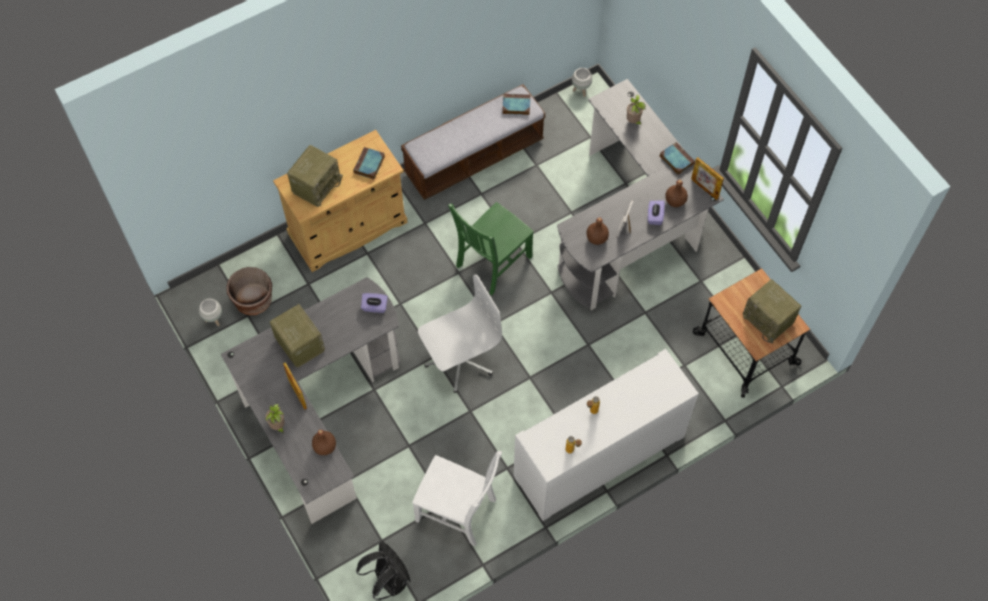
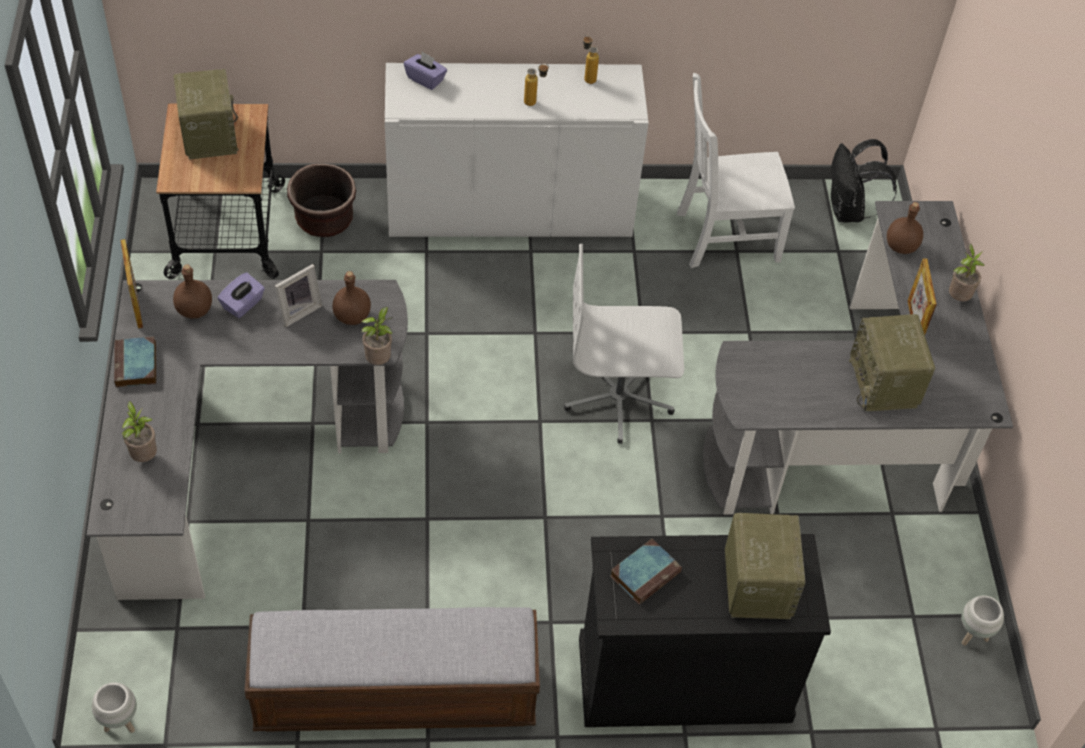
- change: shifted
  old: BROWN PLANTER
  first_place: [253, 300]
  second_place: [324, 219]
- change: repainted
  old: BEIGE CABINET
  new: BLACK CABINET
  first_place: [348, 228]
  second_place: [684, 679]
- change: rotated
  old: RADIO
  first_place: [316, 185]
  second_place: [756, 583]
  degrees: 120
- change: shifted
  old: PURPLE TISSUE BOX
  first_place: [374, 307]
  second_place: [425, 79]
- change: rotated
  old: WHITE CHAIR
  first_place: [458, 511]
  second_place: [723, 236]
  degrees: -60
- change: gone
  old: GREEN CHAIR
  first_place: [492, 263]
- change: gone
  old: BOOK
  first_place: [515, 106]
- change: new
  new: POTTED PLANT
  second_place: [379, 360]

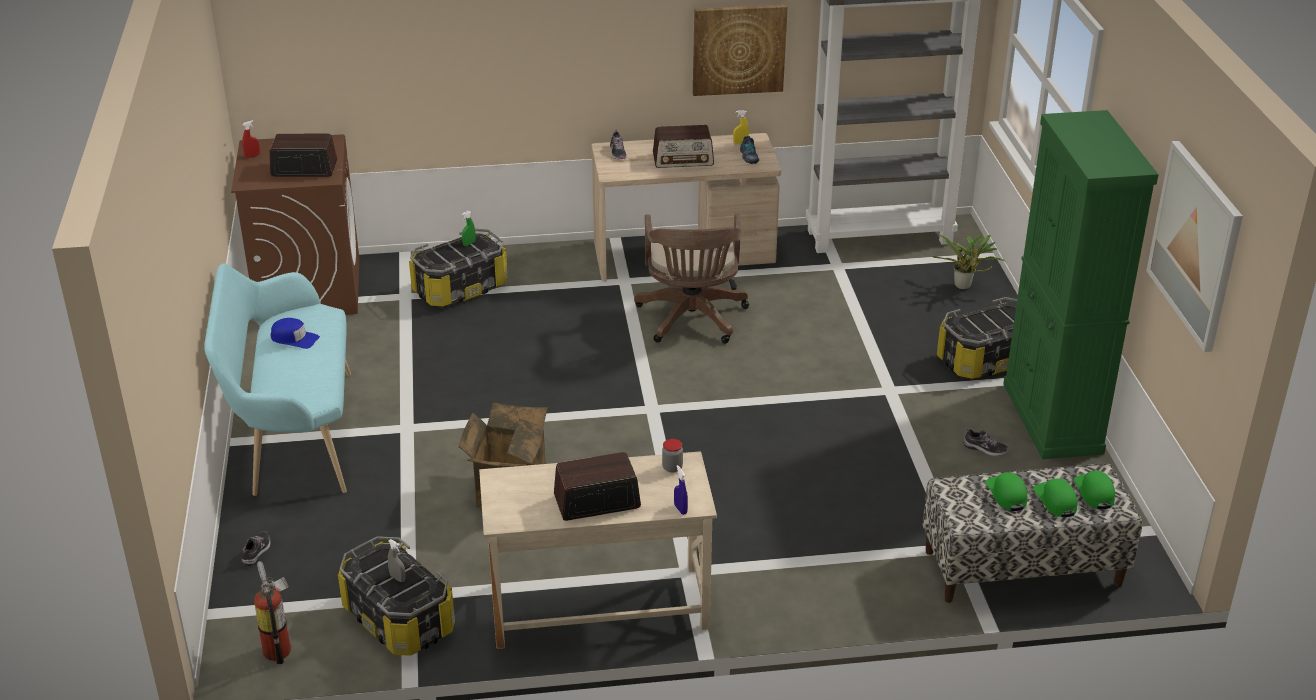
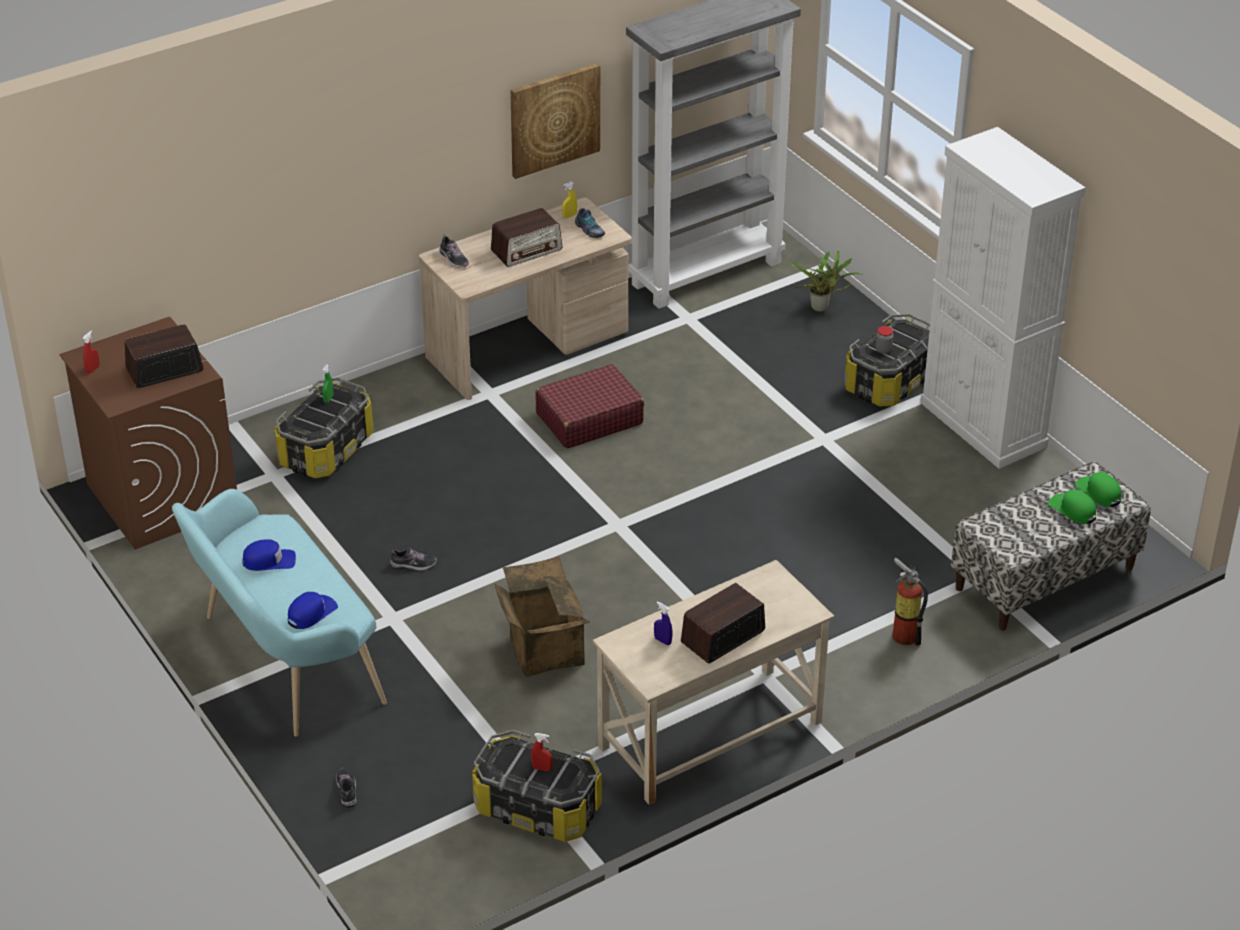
- change: shifted
  old: FIRE EXTINGUISHER
  first_place: [279, 648]
  second_place: [904, 633]
- change: repainted
  old: GREY SPRAY BOTTLE
  new: RED SPRAY BOTTLE
  first_place: [397, 578]
  second_place: [542, 768]
- change: swapped
  old: BROWN OFFICE CHAIR
  new: RED SUITCASE
  first_place: [692, 320]
  second_place: [589, 418]
- change: shifted
  old: JAR
  first_place: [672, 467]
  second_place: [883, 350]
- change: shifted
  old: BLUE SPRAY BOTTLE
  first_place: [680, 509]
  second_place: [662, 641]
- change: shifted
  old: SHOE
  first_place: [985, 449]
  second_place: [413, 565]
- change: gone
  old: GREEN CAP
  first_place: [1006, 494]
- change: repainted
  old: GREEN CABINET
  new: WHITE CABINET
  first_place: [1052, 418]
  second_place: [983, 425]
- change: gone
  old: PICTURE
  first_place: [1195, 244]
- change: new
  new: BLUE CAP
  second_place: [311, 613]

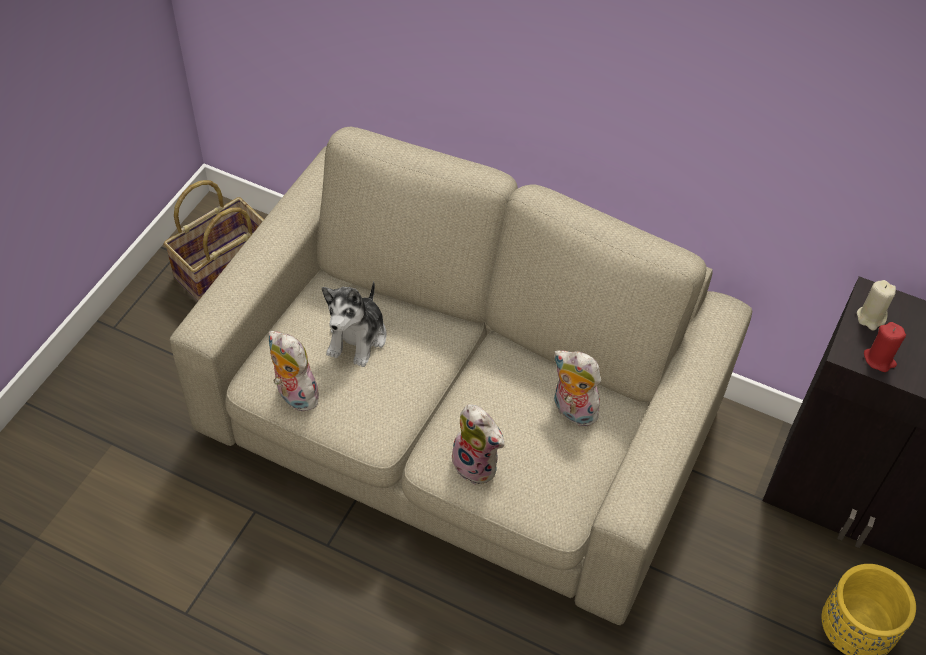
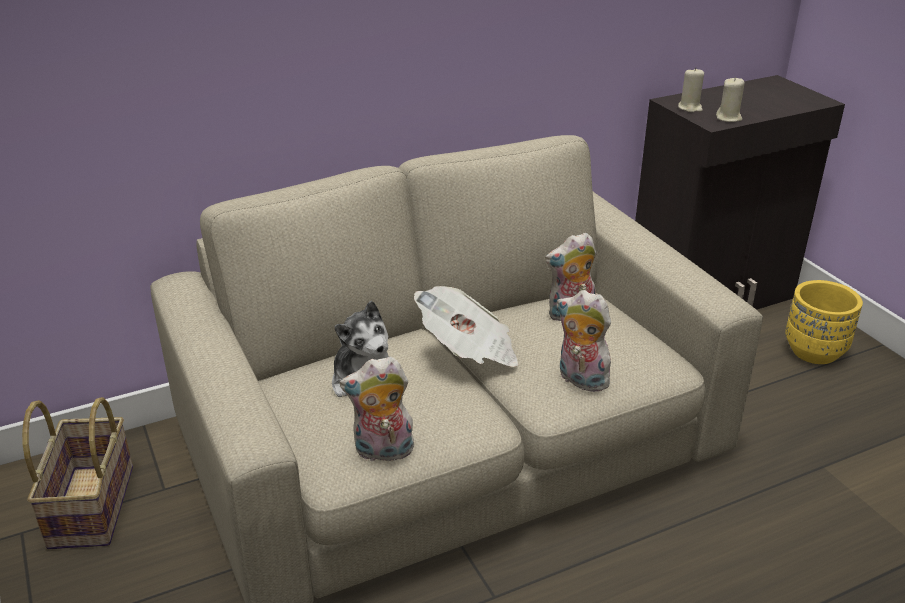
- change: rotated
  old: PLUSH TOY
  first_place: [478, 464]
  second_place: [580, 380]
  degrees: -135
- change: repainted
  old: RED CANDLE
  new: BEIGE CANDLE
  first_place: [879, 359]
  second_place: [728, 118]
- change: new
  new: NEWSPAPER
  second_place: [468, 350]

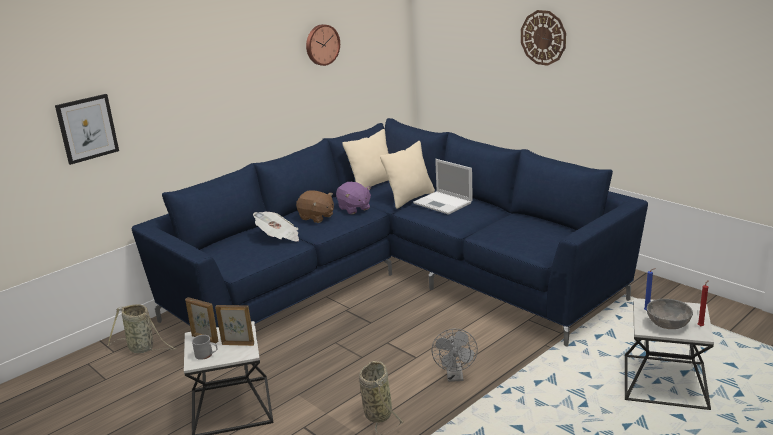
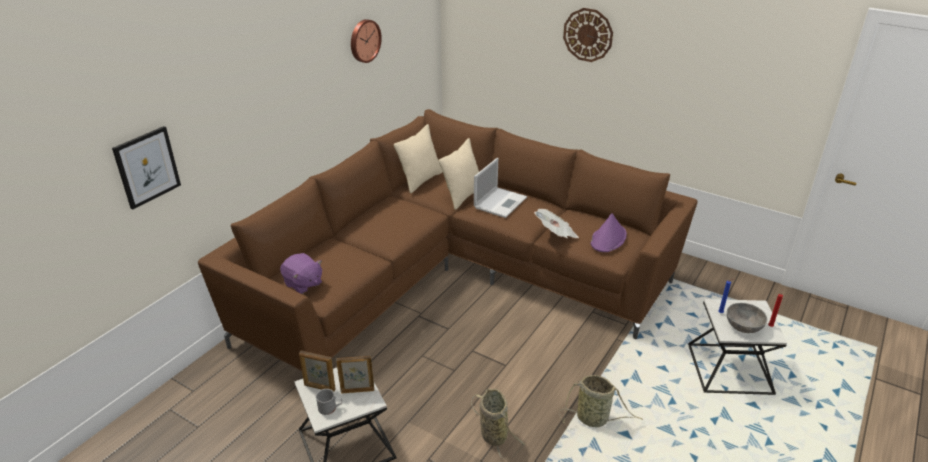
- change: shifted
  old: BASKET
  first_place: [143, 348]
  second_place: [594, 419]
- change: repainted
  old: BLUE SOFA
  new: BROWN SOFA
  first_place: [392, 280]
  second_place: [451, 276]
- change: shifted
  old: NEWSPAPER
  first_place: [279, 237]
  second_place: [556, 234]
- change: gone
  old: BROWN PLUSH TOY
  first_place: [316, 217]
- change: shifted
  old: PURPLE PLUSH TOY
  first_place: [354, 208]
  second_place: [303, 284]
- change: rotated
  old: LAPTOP
  first_place: [443, 203]
  second_place: [500, 202]
  degrees: -90
- change: gone
  old: GREY FAN
  first_place: [455, 376]
- change: new
  new: PURPLE HAT
  second_place: [608, 239]

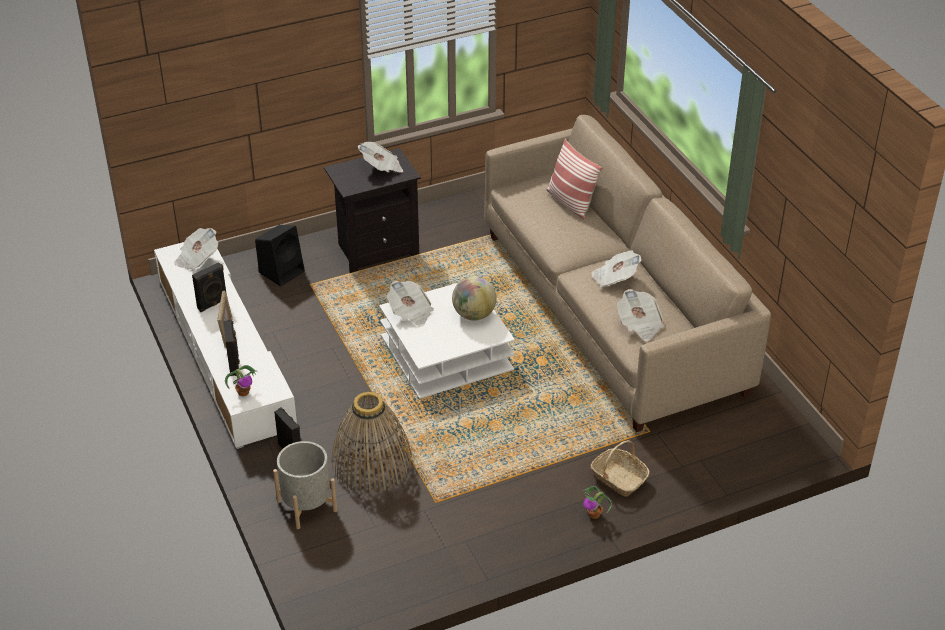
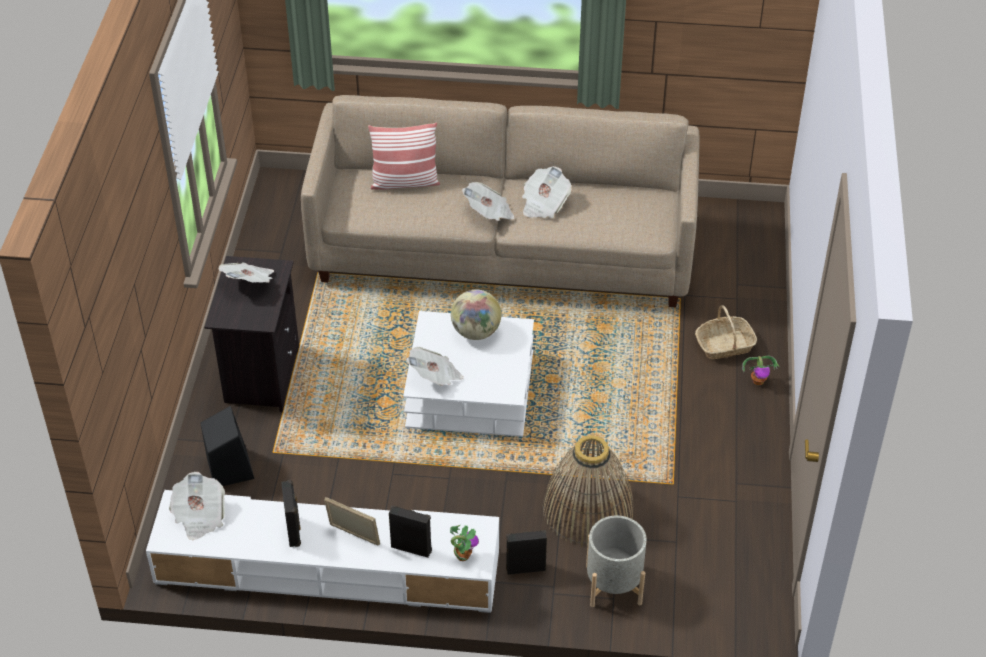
- change: shifted
  old: NEWSPAPER
  first_place: [639, 325]
  second_place: [489, 213]

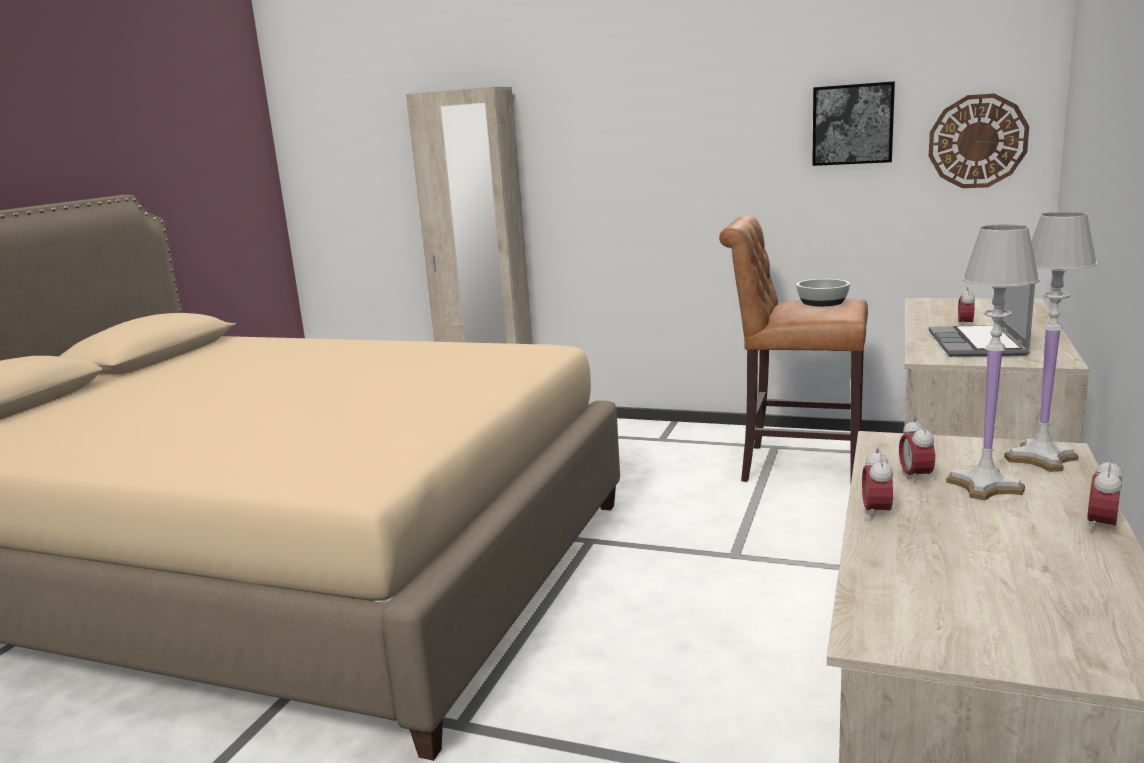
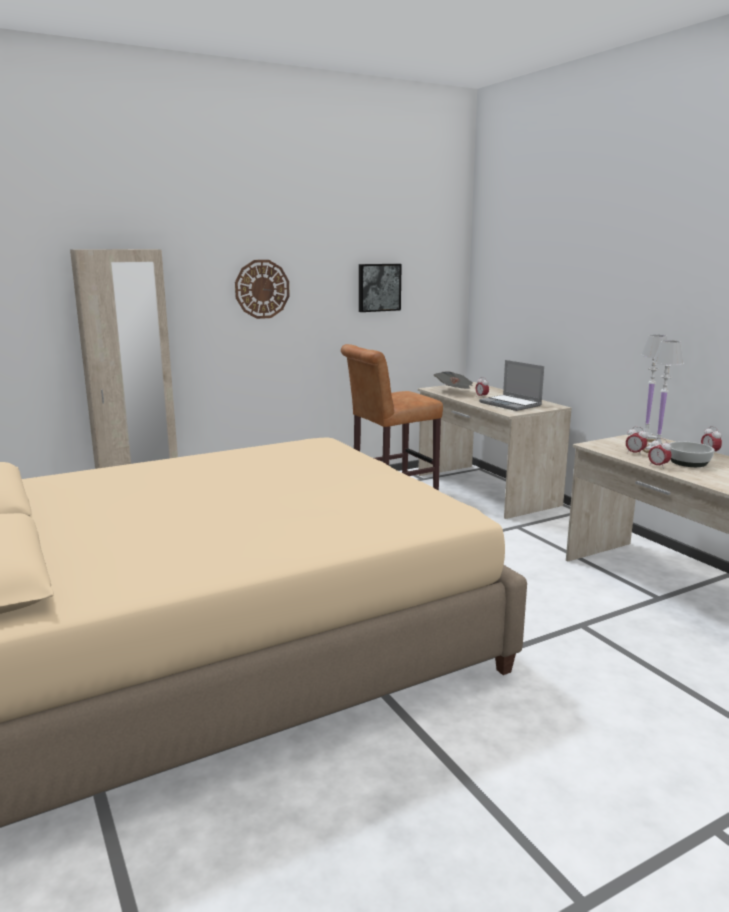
- change: shifted
  old: BOWL
  first_place: [822, 302]
  second_place: [688, 462]
- change: shifted
  old: WALL CLOCK
  first_place: [977, 141]
  second_place: [262, 289]
- change: new
  new: NEWSPAPER
  second_place: [454, 391]

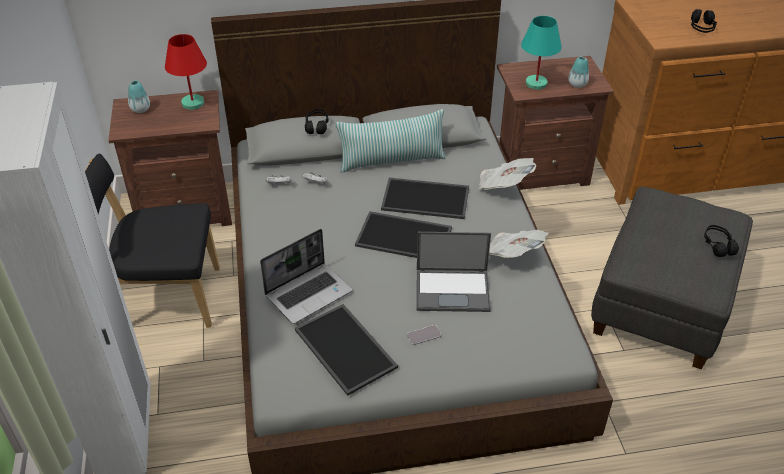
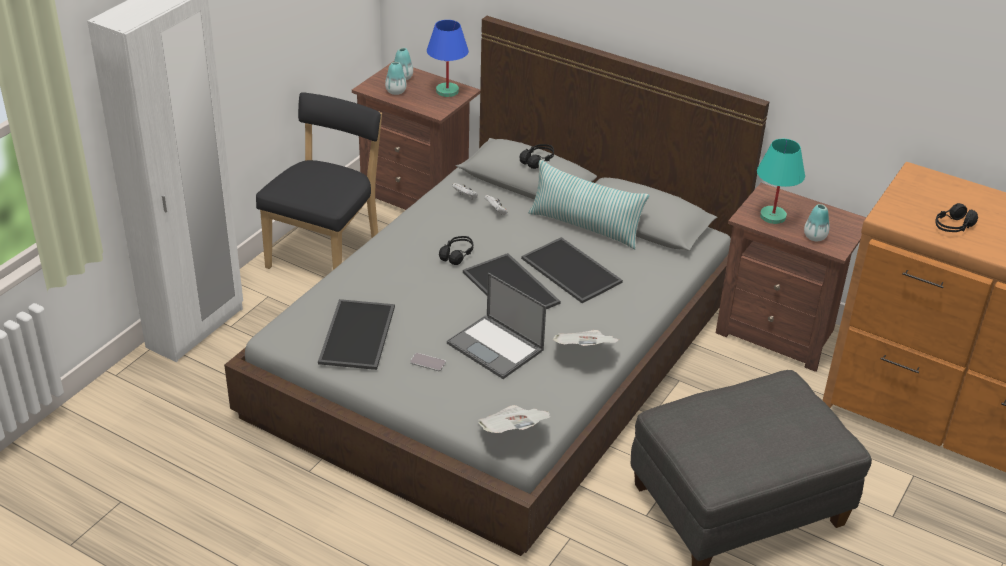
- change: rotated
  old: BLACK CHAIR
  first_place: [166, 298]
  second_place: [327, 253]
  degrees: 75
- change: repainted
  old: RED TABLE LAMP
  new: BLUE TABLE LAMP
  first_place: [193, 103]
  second_place: [448, 91]
- change: gone
  old: LAPTOP
  first_place: [309, 293]
- change: shifted
  old: NEWSPAPER
  first_place: [503, 185]
  second_place: [512, 432]
- change: shifted
  old: BLACK HEADPHONES
  first_place: [718, 245]
  second_place: [457, 255]
- change: new
  new: VASE
  second_place: [396, 91]

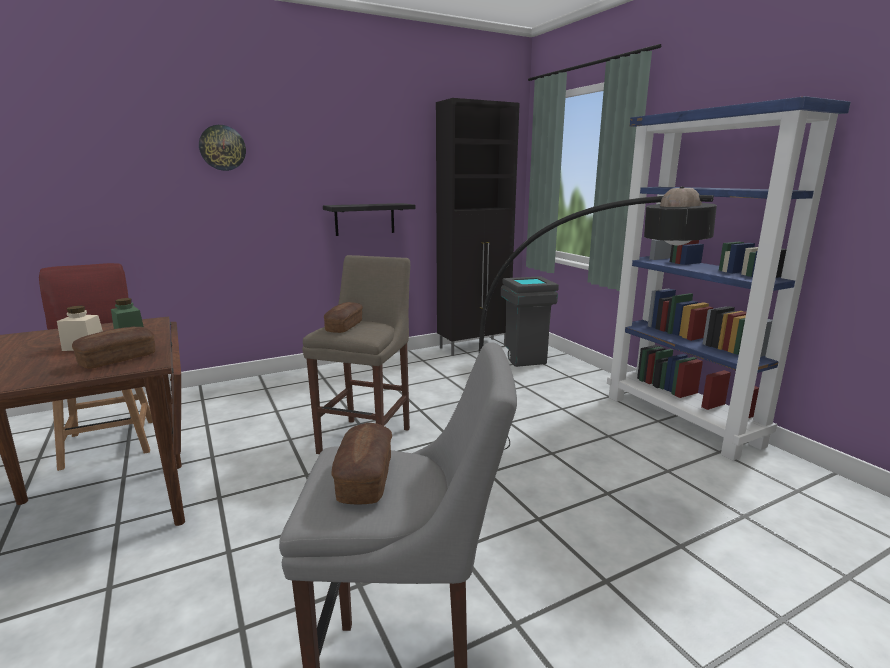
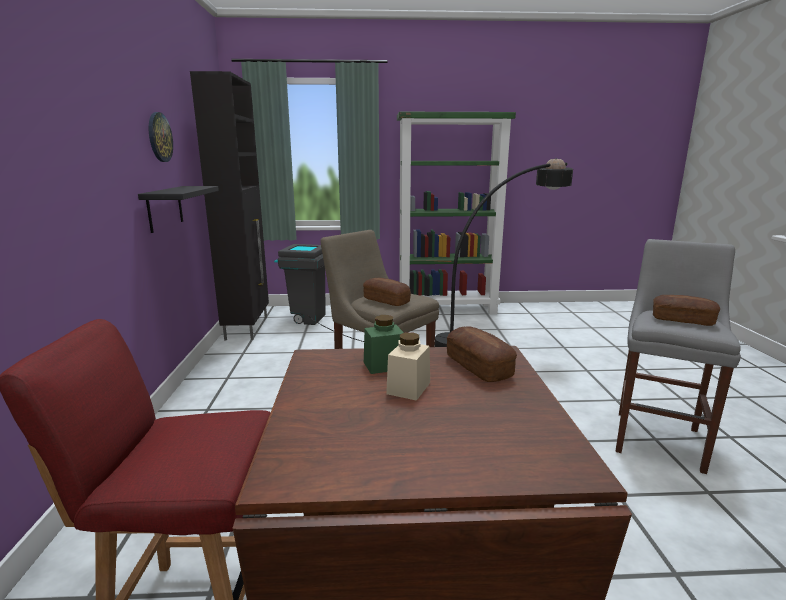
- change: shifted
  old: WALL CLOCK
  first_place: [222, 148]
  second_place: [159, 137]
- change: repainted
  old: BLUE BOOKCASE
  new: GREEN BOOKCASE
  first_place: [682, 420]
  second_place: [447, 309]

